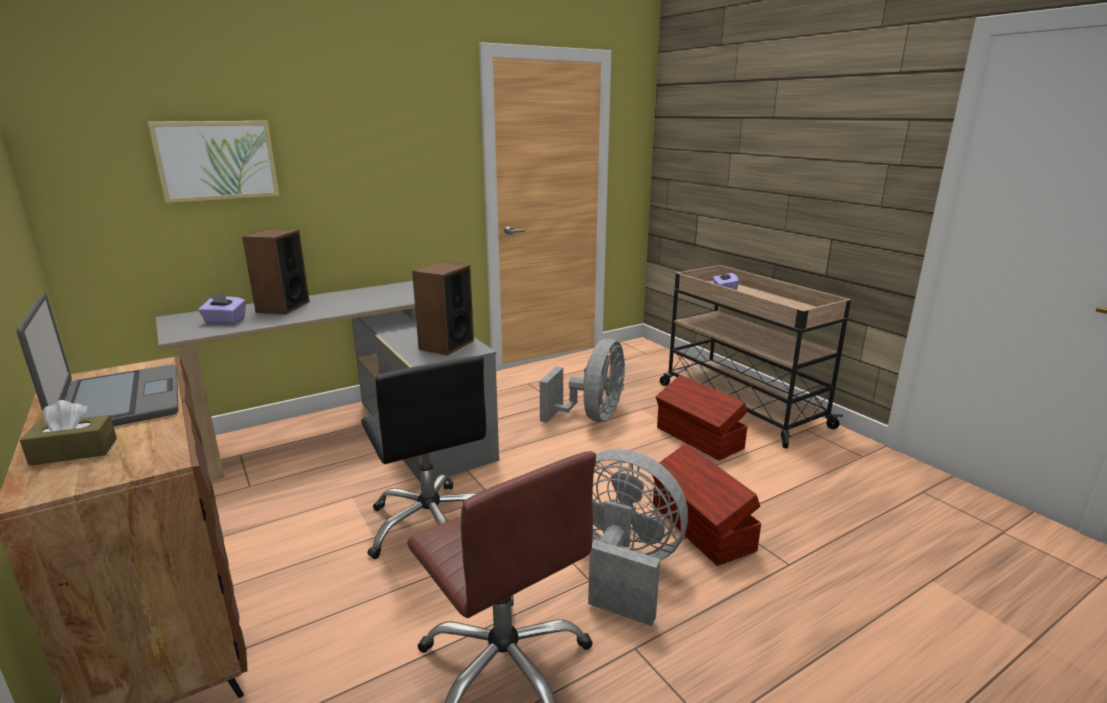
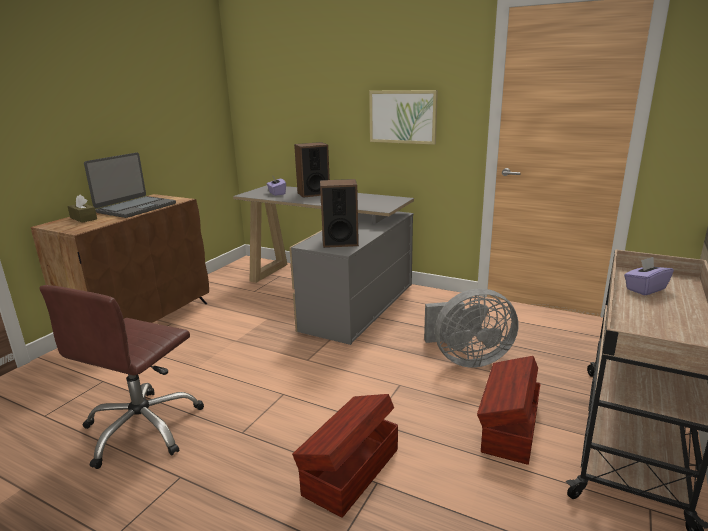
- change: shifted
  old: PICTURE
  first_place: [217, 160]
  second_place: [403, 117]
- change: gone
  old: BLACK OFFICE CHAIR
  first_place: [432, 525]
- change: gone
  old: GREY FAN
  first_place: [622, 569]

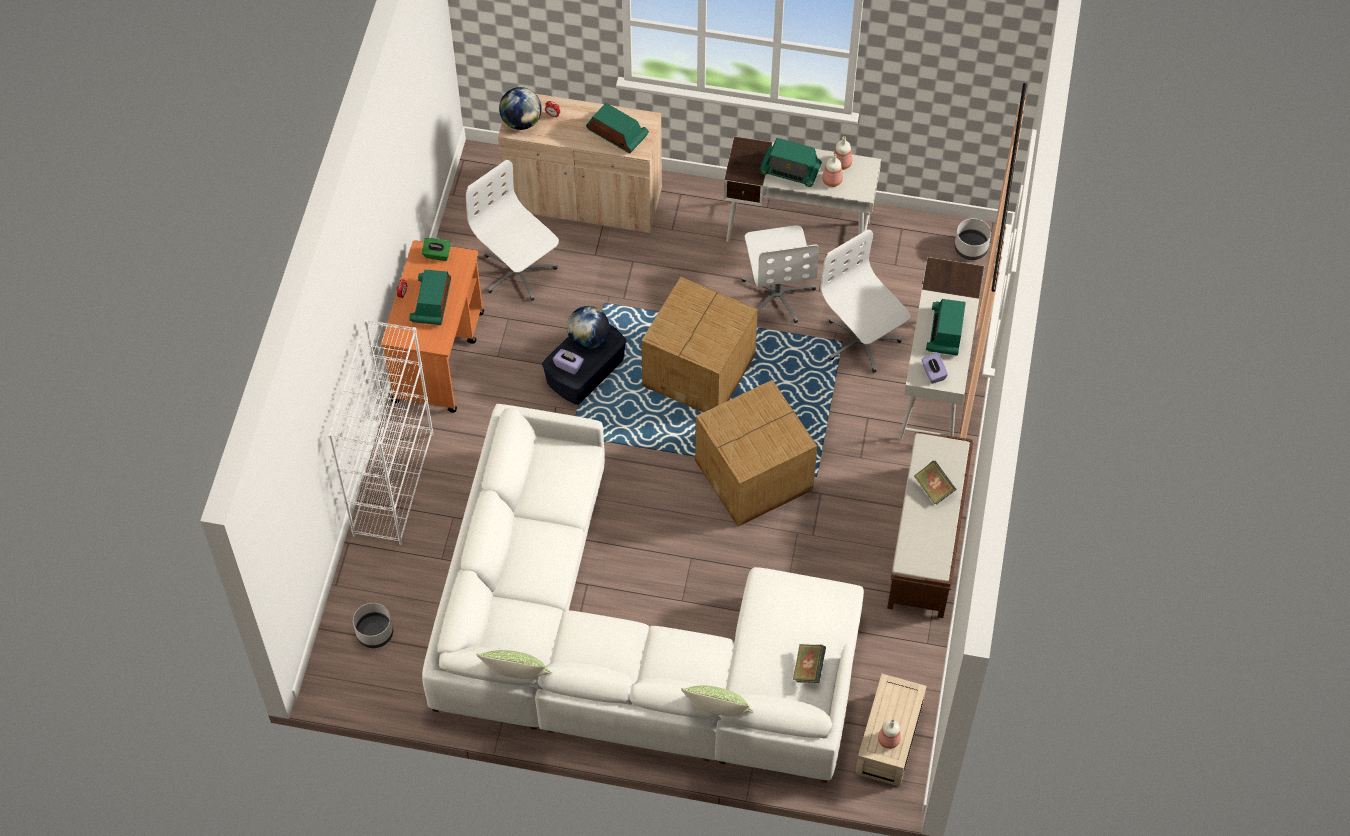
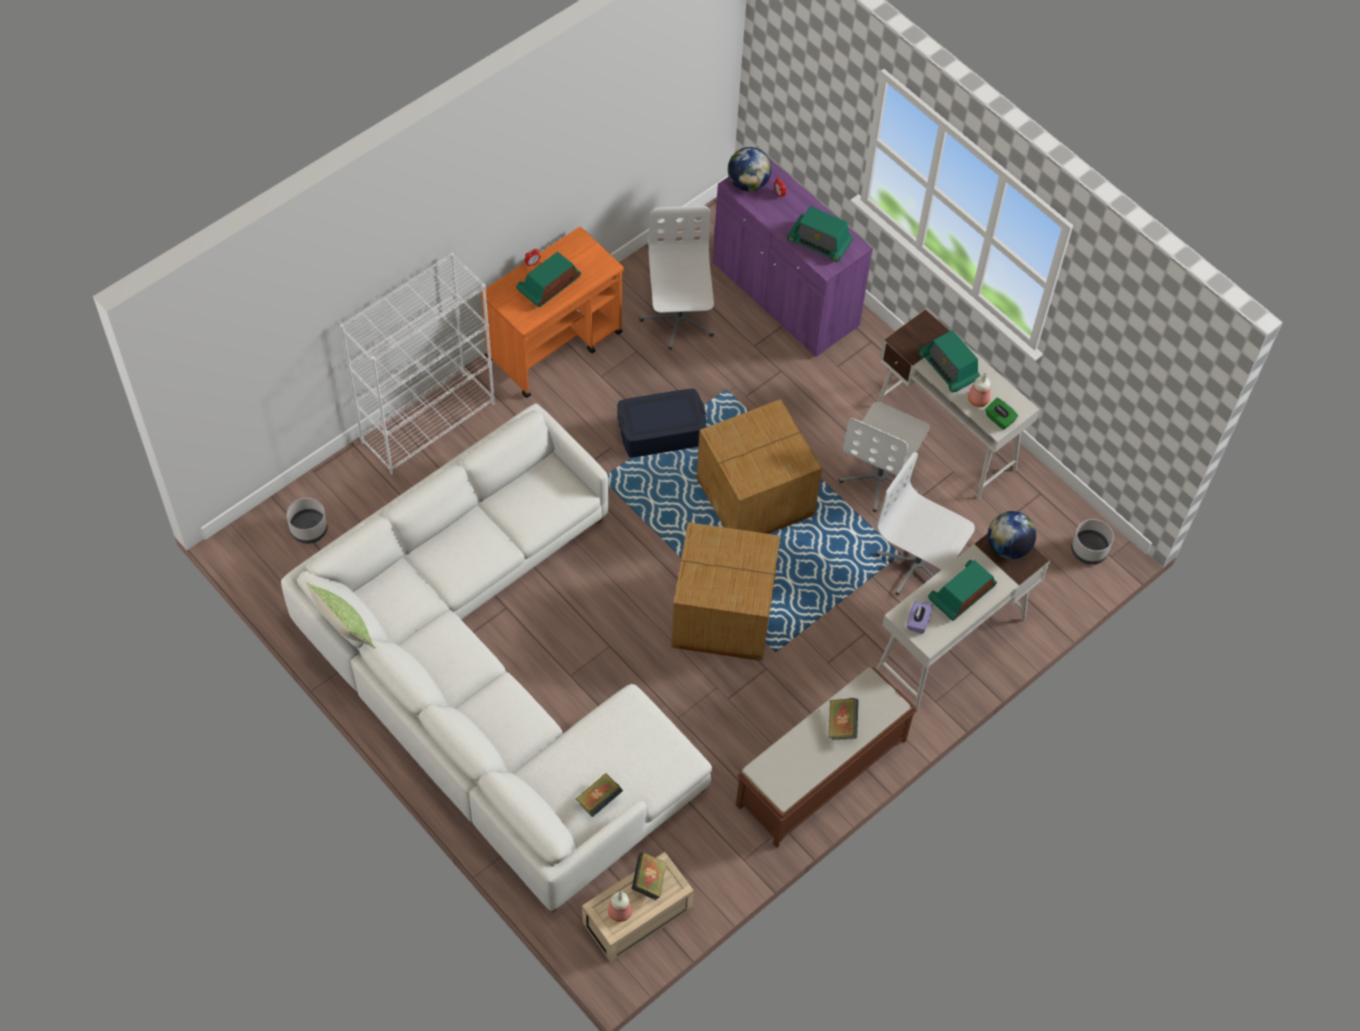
- change: shifted
  old: GREEN TISSUE BOX
  first_place: [437, 254]
  second_place: [999, 419]
- change: repainted
  old: BEIGE CABINET
  new: PURPLE CABINET
  first_place: [583, 200]
  second_place: [785, 295]
- change: gone
  old: PURPLE TISSUE BOX
  first_place: [568, 365]
- change: shifted
  old: GLOBE
  first_place: [588, 339]
  second_place: [1008, 547]
- change: rotated
  old: RADIO
  first_place: [617, 133]
  second_place: [819, 242]
  degrees: 135
- change: gone
  old: PILLOW
  first_place: [716, 712]
- change: rotated
  old: WHITE OFFICE CHAIR
  first_place: [861, 341]
  second_place: [917, 565]
  degrees: -60
- change: gone
  old: BOTTLE
  first_place: [842, 163]
- change: new
  new: BOOK
  second_place: [649, 881]

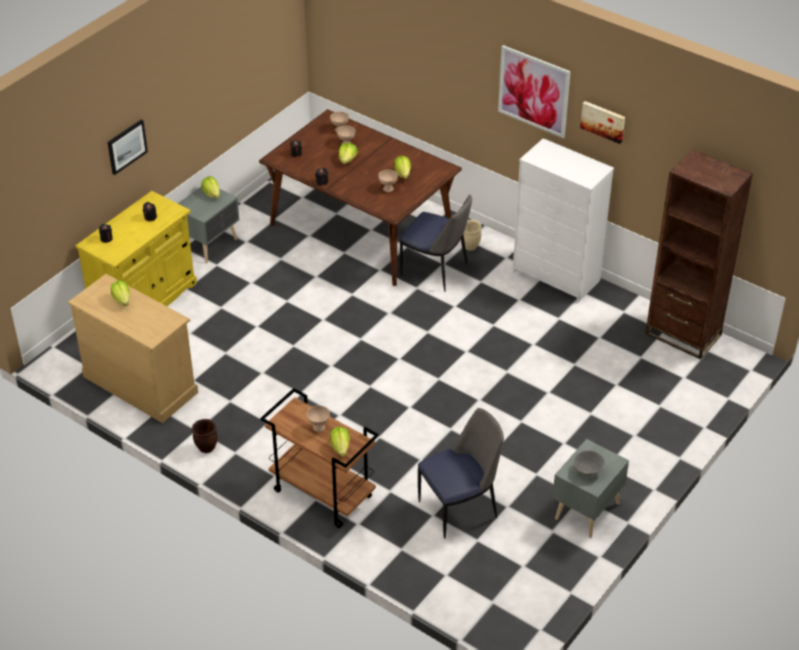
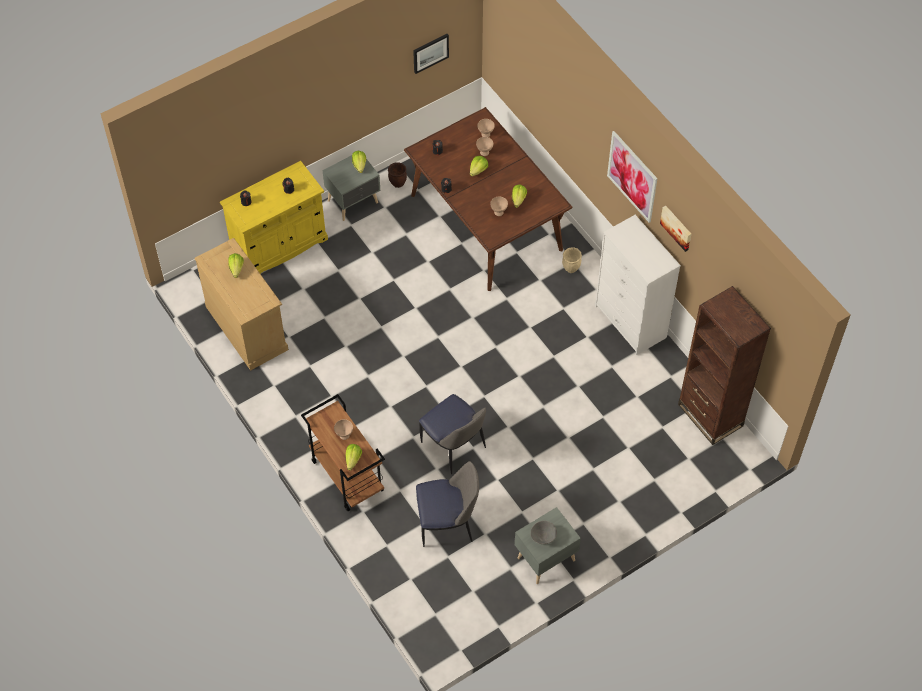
- change: shifted
  old: PICTURE
  first_place: [126, 146]
  second_place: [430, 52]
- change: shifted
  old: BROWN PLANTER
  first_place: [206, 448]
  second_place: [398, 183]
- change: shifted
  old: CHAIR
  first_place: [435, 270]
  second_place: [454, 447]

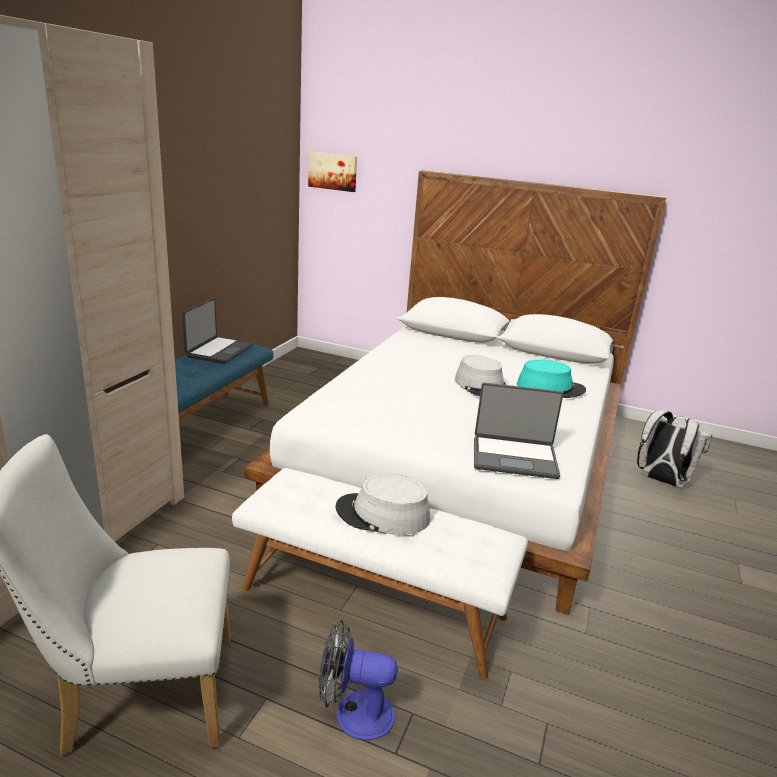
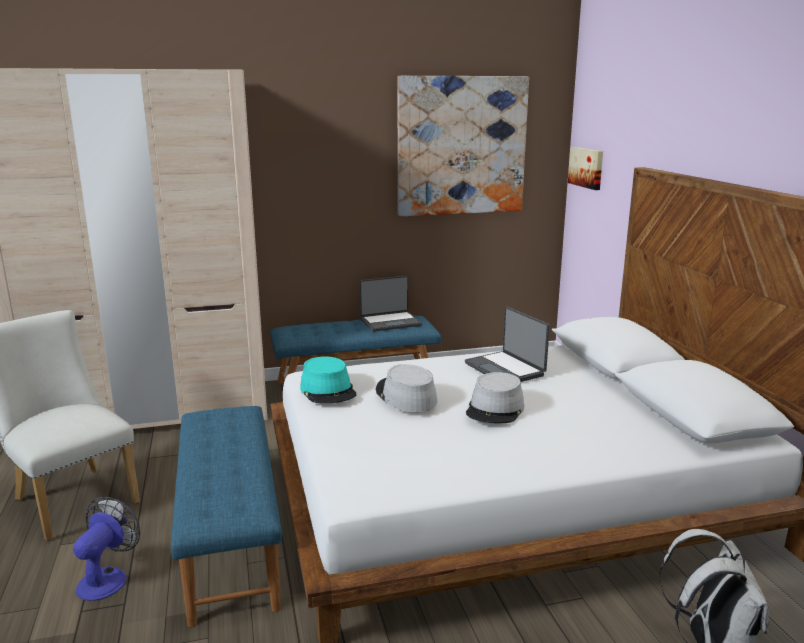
- change: repainted
  old: WHITE BENCH
  new: BLUE BENCH
  first_place: [374, 601]
  second_place: [232, 538]
- change: rotated
  old: FAN
  first_place: [354, 713]
  second_place: [107, 578]
  degrees: 45
- change: shifted
  old: GREY HAT
  first_place: [382, 514]
  second_place: [405, 396]
- change: shifted
  old: LAPTOP
  first_place: [514, 457]
  second_place: [505, 369]
- change: shifted
  old: TURQUOISE HAT
  first_place: [550, 388]
  second_place: [328, 391]
- change: new
  new: PICTURE
  second_place: [461, 146]

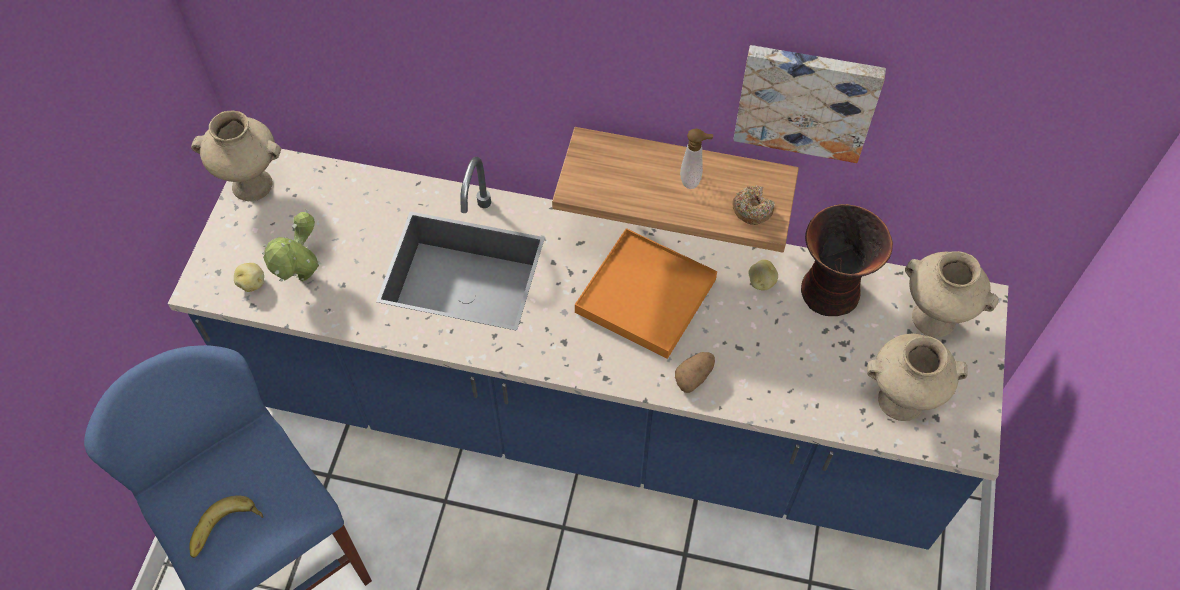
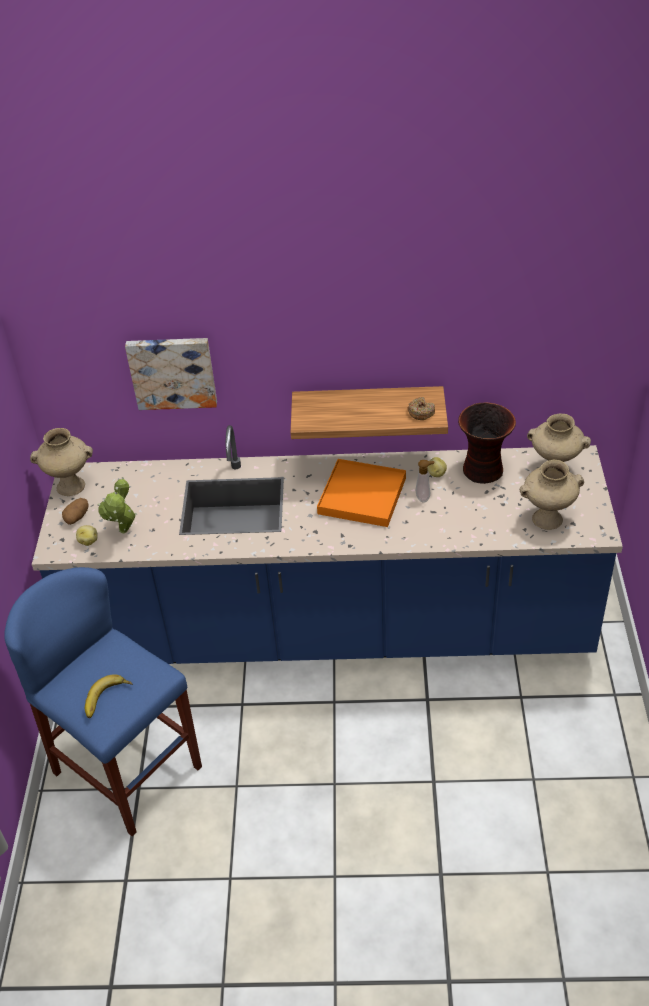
- change: shifted
  old: POTATO
  first_place: [694, 377]
  second_place: [77, 517]
- change: shifted
  old: SOAP DISPENSER
  first_place: [692, 180]
  second_place: [424, 498]
- change: shifted
  old: PICTURE
  first_place: [806, 100]
  second_place: [172, 371]

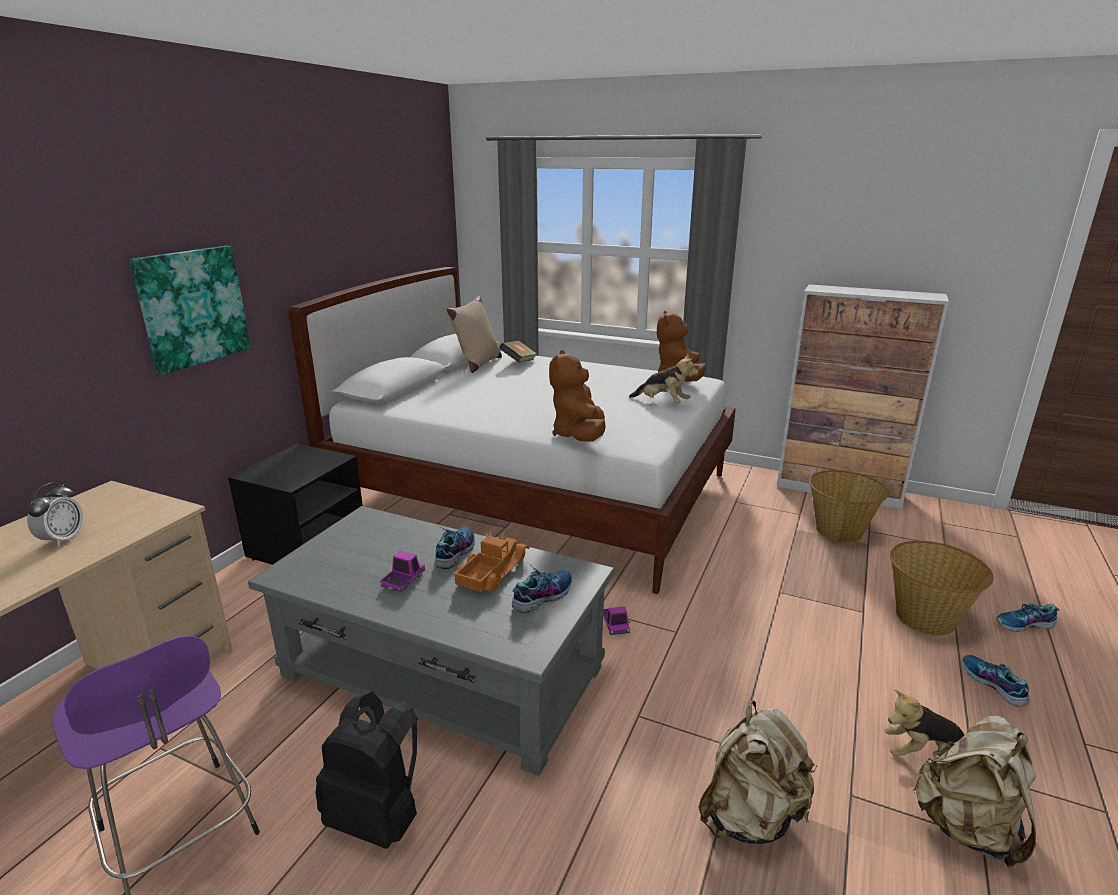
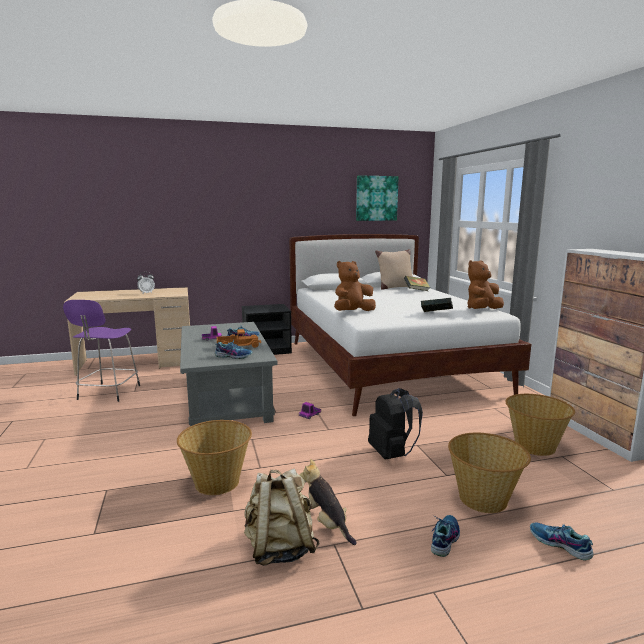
- change: shifted
  old: PICTURE
  first_place: [192, 307]
  second_place: [376, 198]
- change: shifted
  old: BLACK BACKPACK
  first_place: [378, 816]
  second_place: [392, 454]
- change: swapped
  old: PLUSH TOY
  new: BOOK
  first_place: [662, 403]
  second_place: [436, 314]
- change: swapped
  old: BEIGE BACKPACK
  new: BASKET
  first_place: [751, 815]
  second_place: [217, 482]

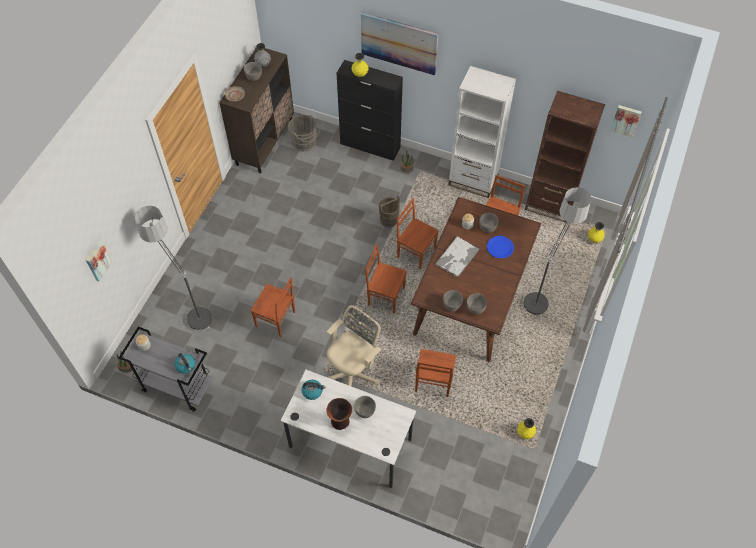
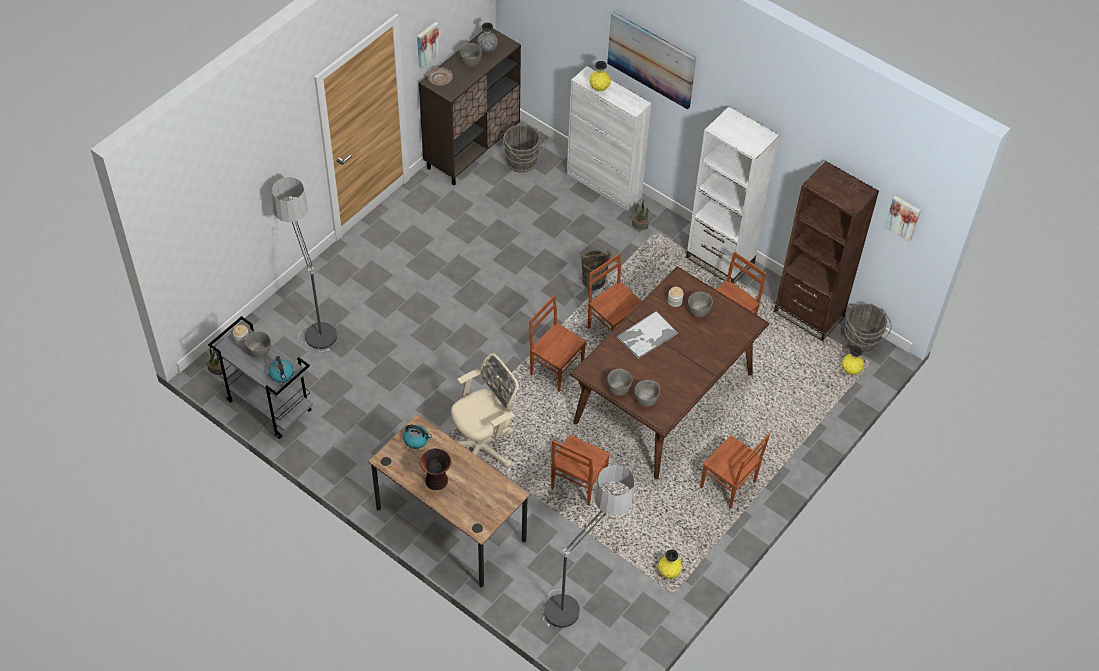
- change: shifted
  old: PICTURE
  first_place: [97, 260]
  second_place: [427, 44]
- change: shifted
  old: BROWN CHAIR
  first_place: [276, 320]
  second_place: [728, 486]
- change: repainted
  old: WHITE DESK
  new: BROWN DESK
  first_place: [350, 443]
  second_place: [450, 524]
- change: repainted
  old: BLACK CABINET
  new: WHITE CABINET
  first_place: [370, 146]
  second_place: [604, 185]
- change: shifted
  old: GREY BOWL
  first_place: [365, 411]
  second_place: [260, 351]
- change: gone
  old: BLUE PLATE
  first_place: [500, 247]
- change: shifted
  old: FLOOR LAMP
  first_place: [543, 289]
  second_place: [582, 594]
- change: new
  new: GREY BUCKET
  second_place: [862, 343]

